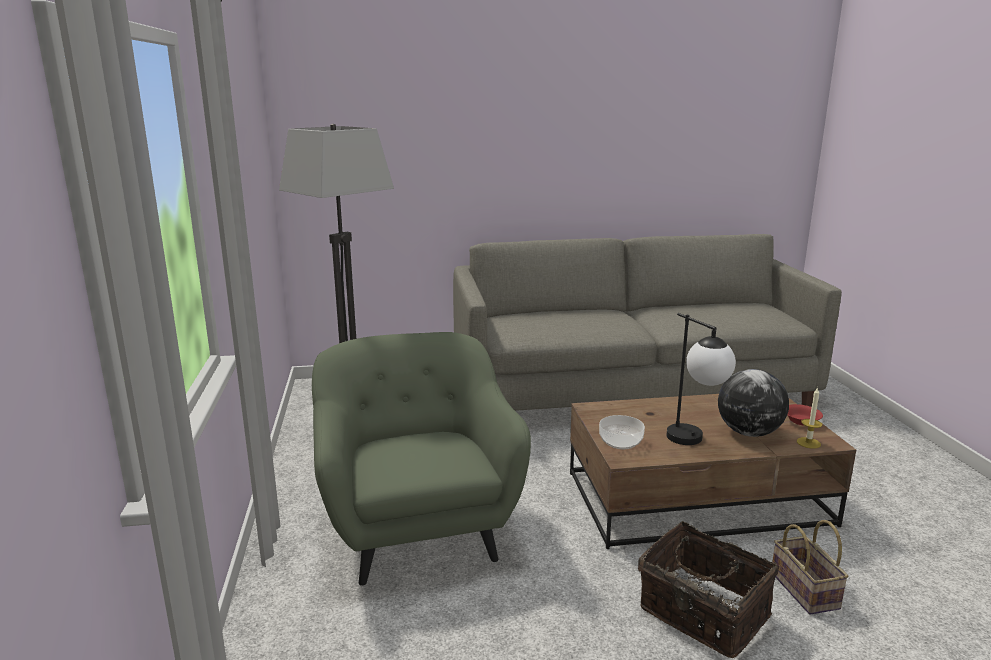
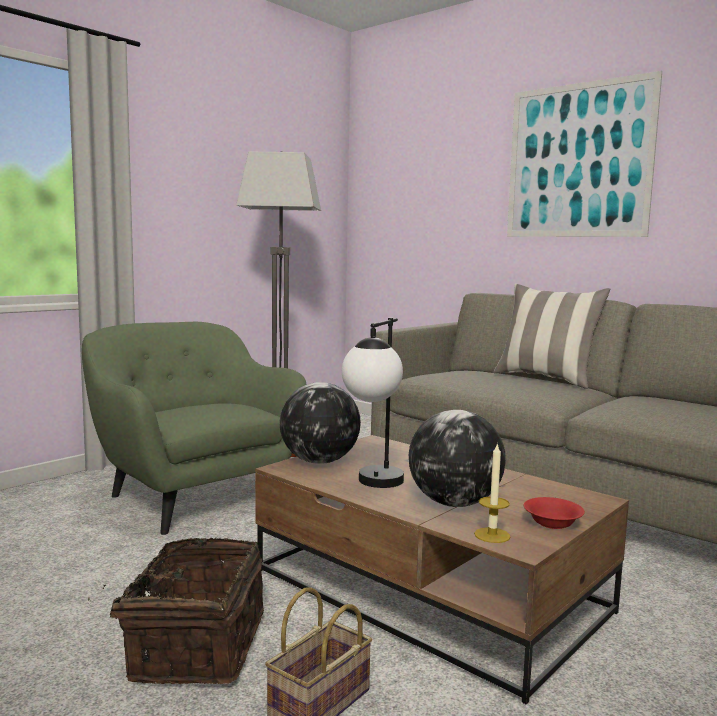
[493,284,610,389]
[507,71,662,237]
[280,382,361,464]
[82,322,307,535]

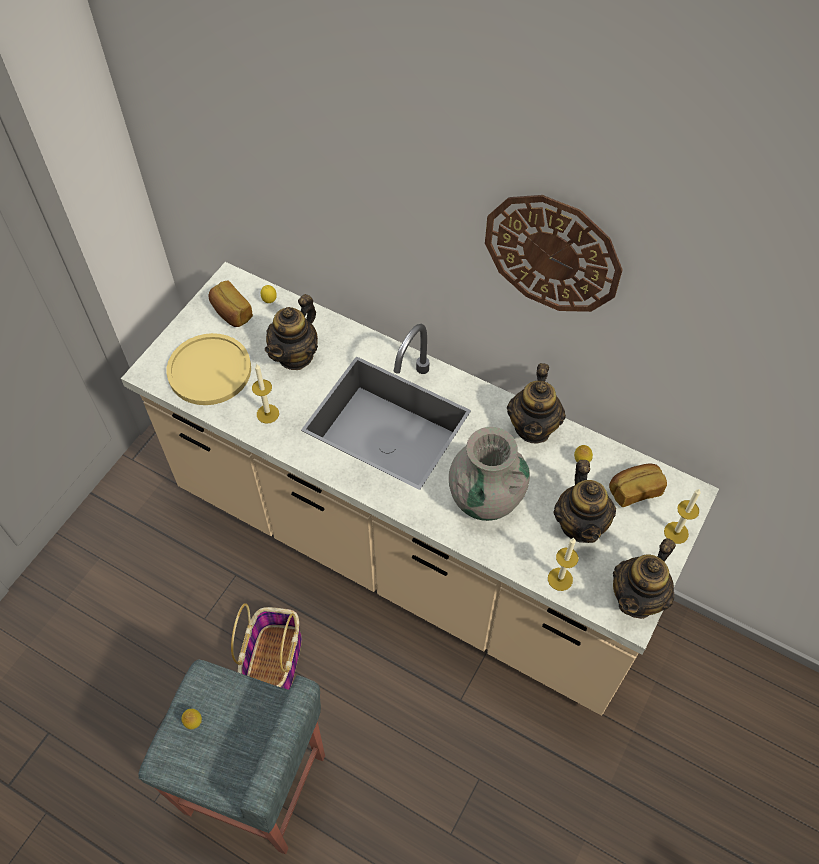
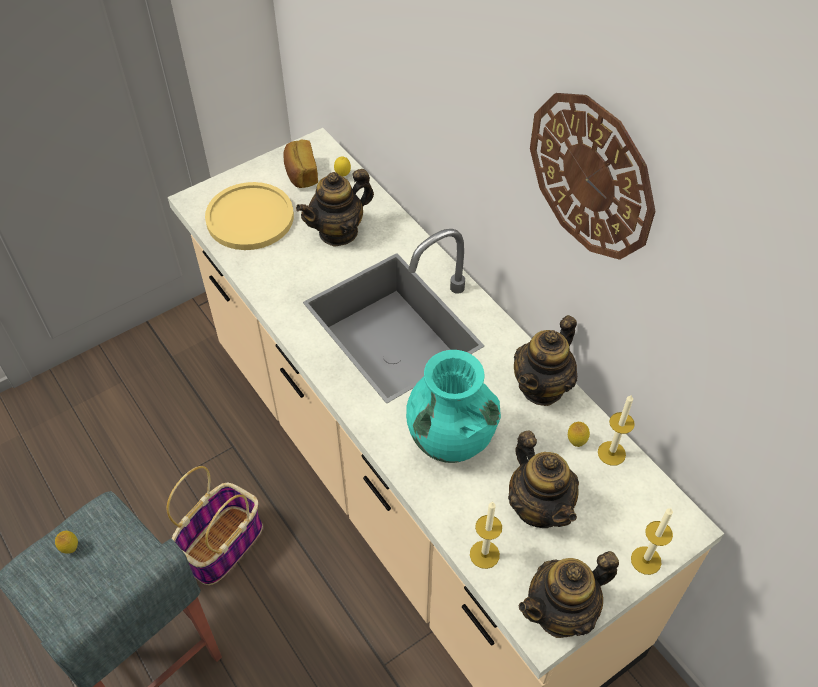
[609,464,667,507] (first image)
[598,394,635,466]
[406,350,501,463]
[508,431,579,528]

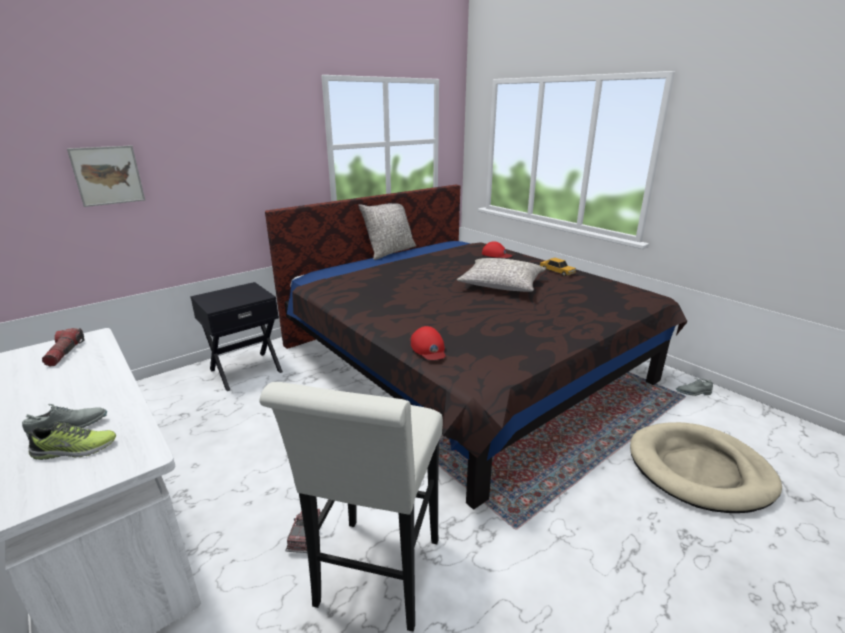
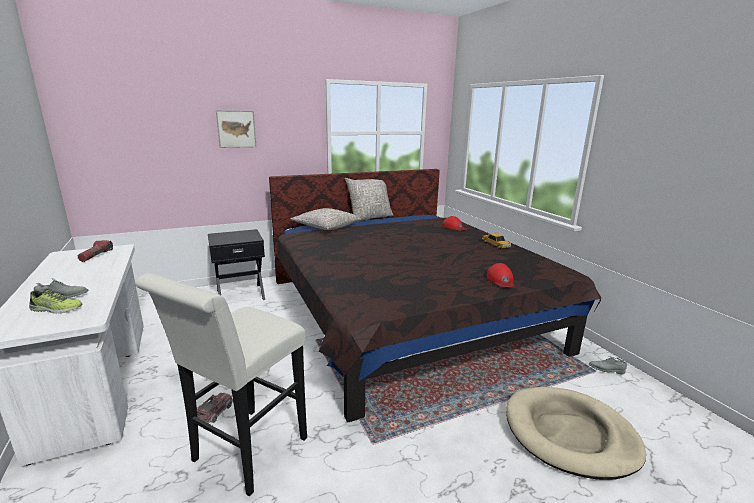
[216,110,257,148]
[487,263,514,287]
[291,208,361,230]

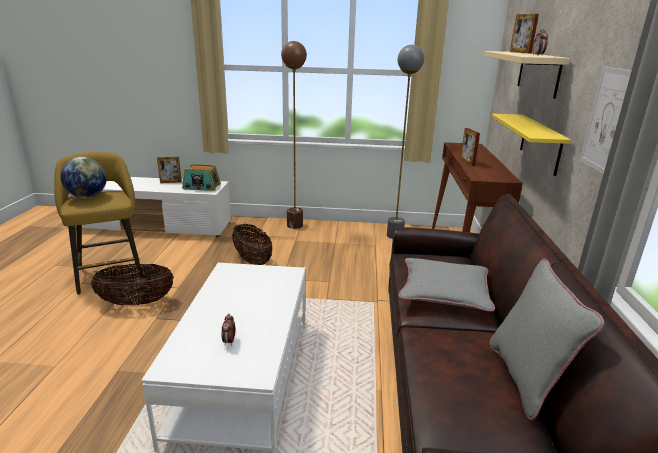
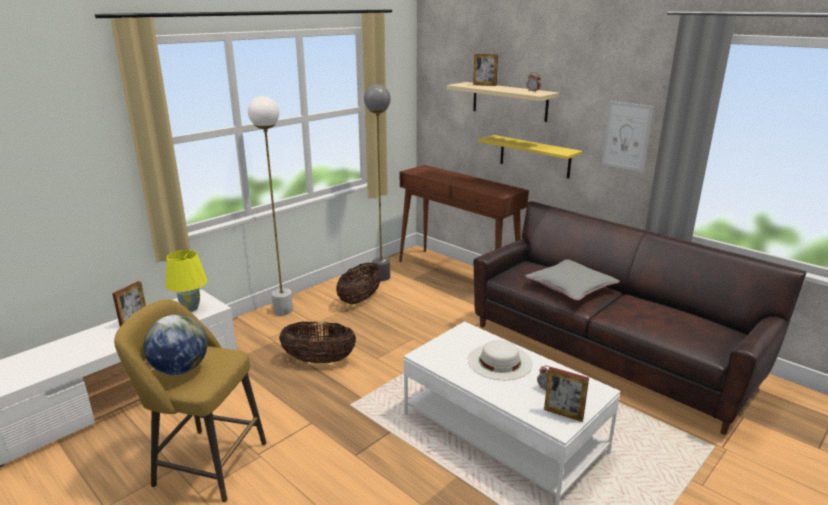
[489,258,605,420] (first image)
[468,340,533,380]
[336,262,382,304]
[544,367,589,422]
[165,250,207,312]
[248,96,293,316]

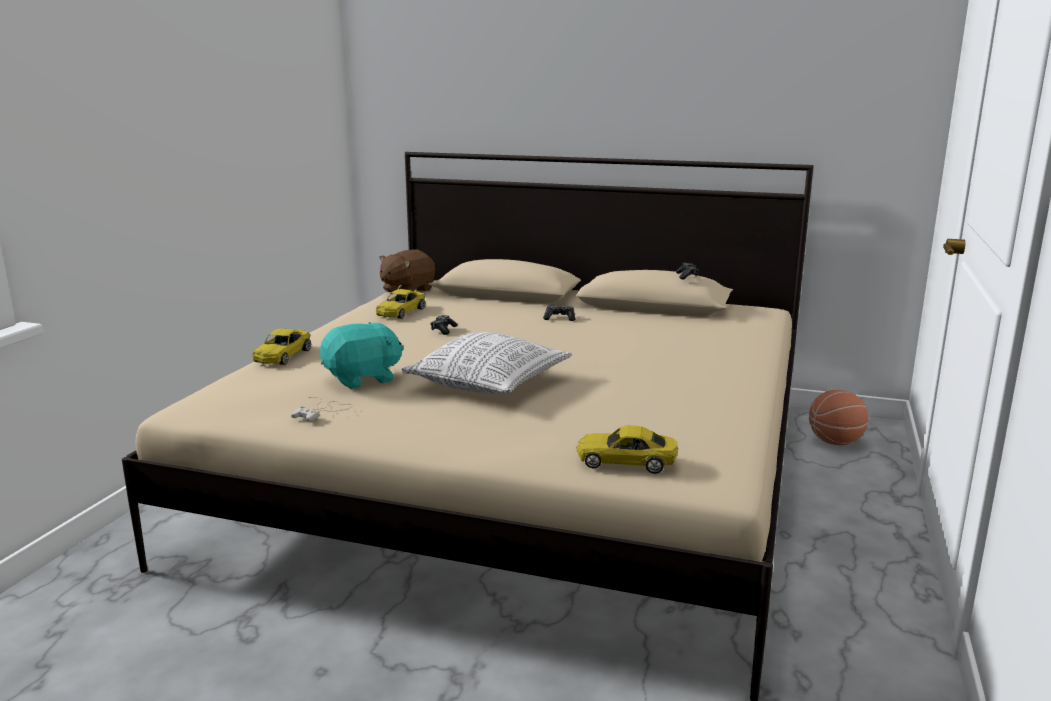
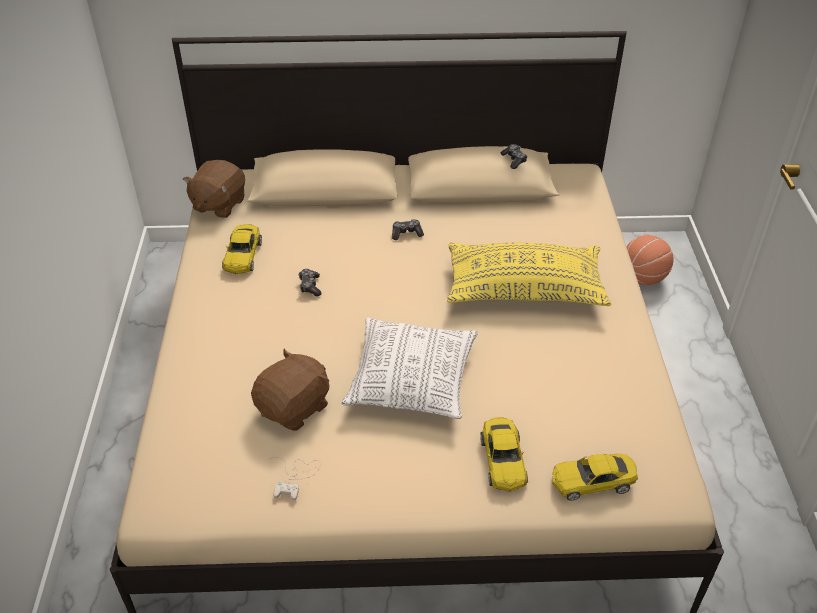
[447,243,611,306]
[480,417,528,492]
[251,349,329,431]

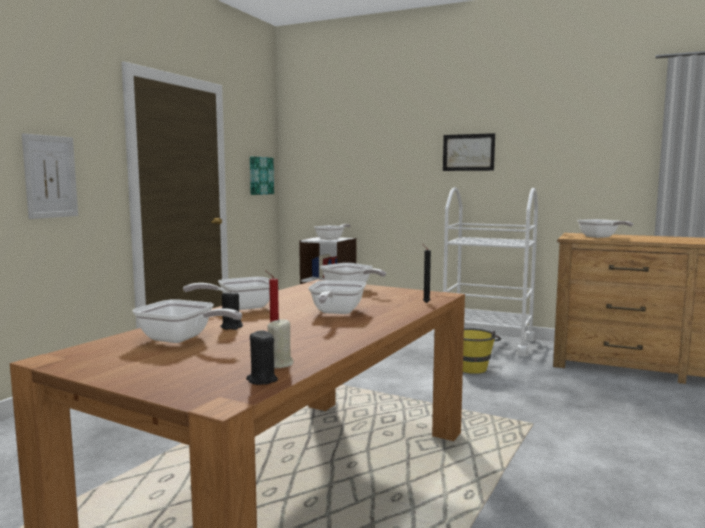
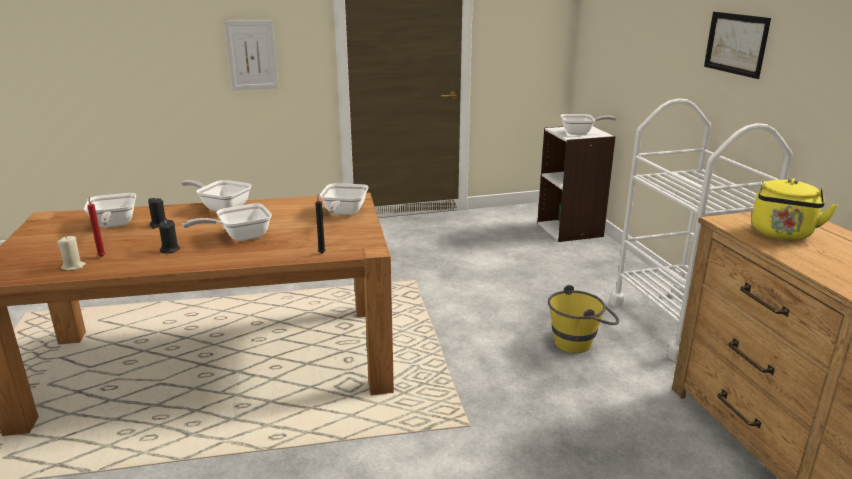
[250,156,274,195] (first image)
[159,220,180,253]
[752,178,838,240]

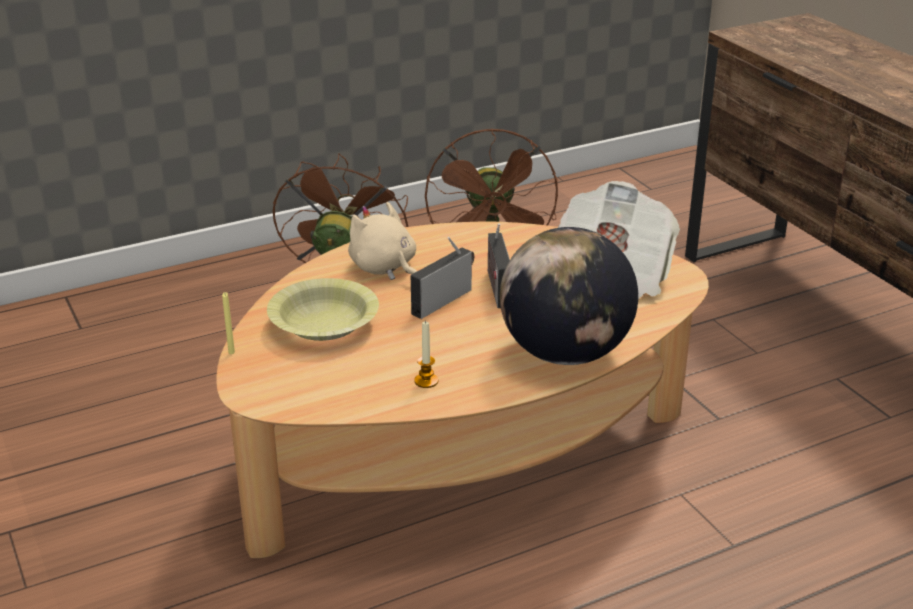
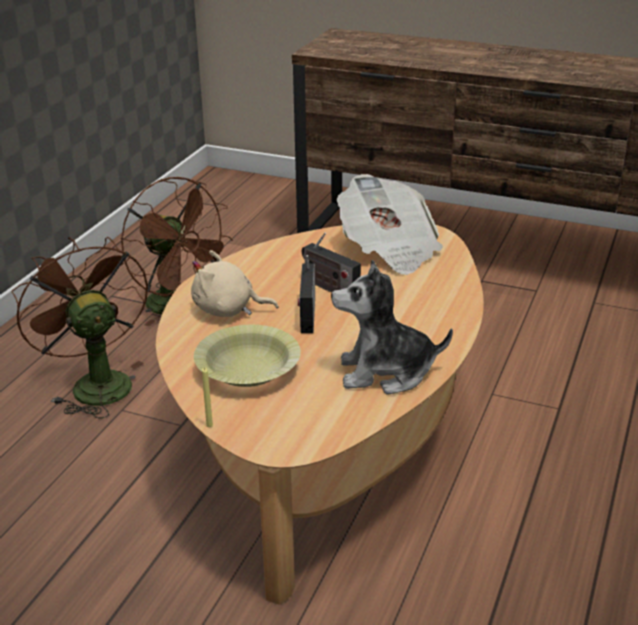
[500,227,638,365] (first image)
[331,260,453,394]

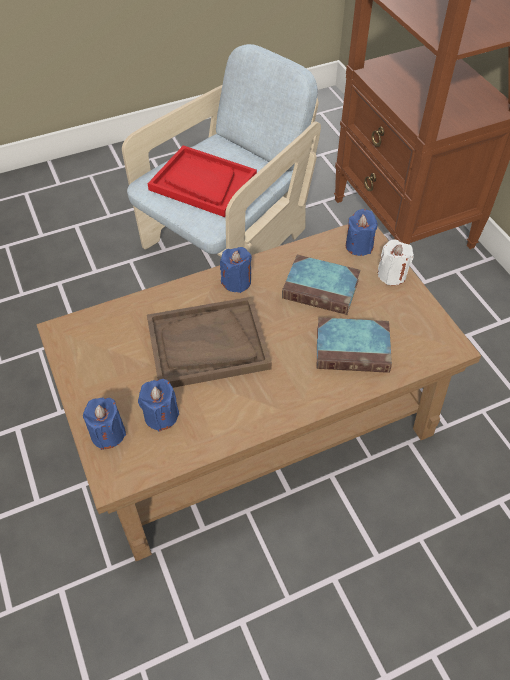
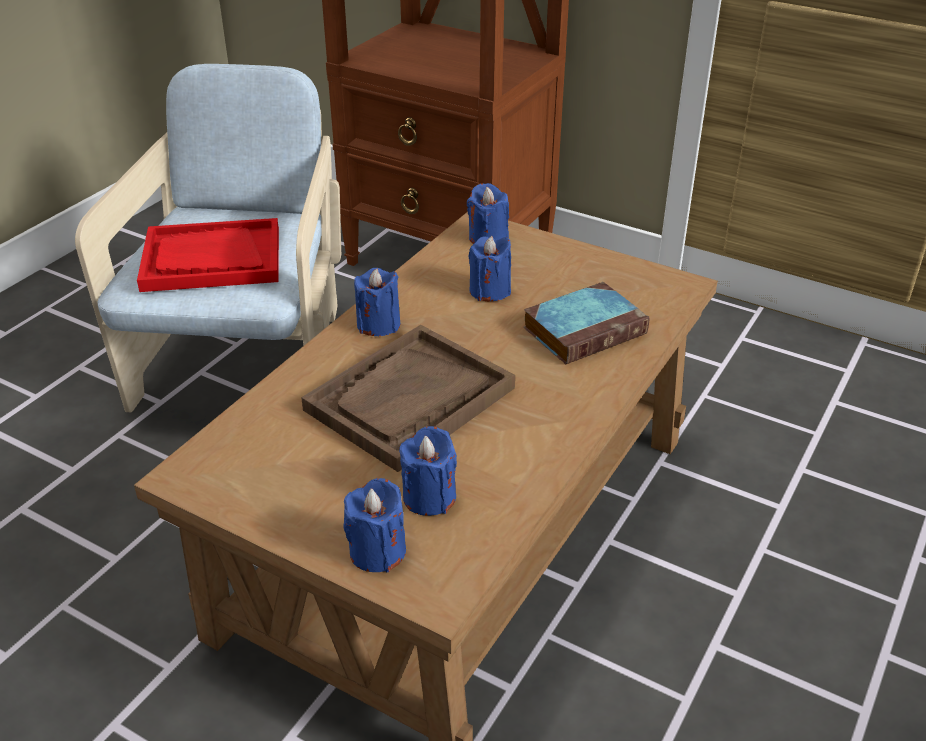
[378,240,414,285] (first image)
[469,236,511,301]

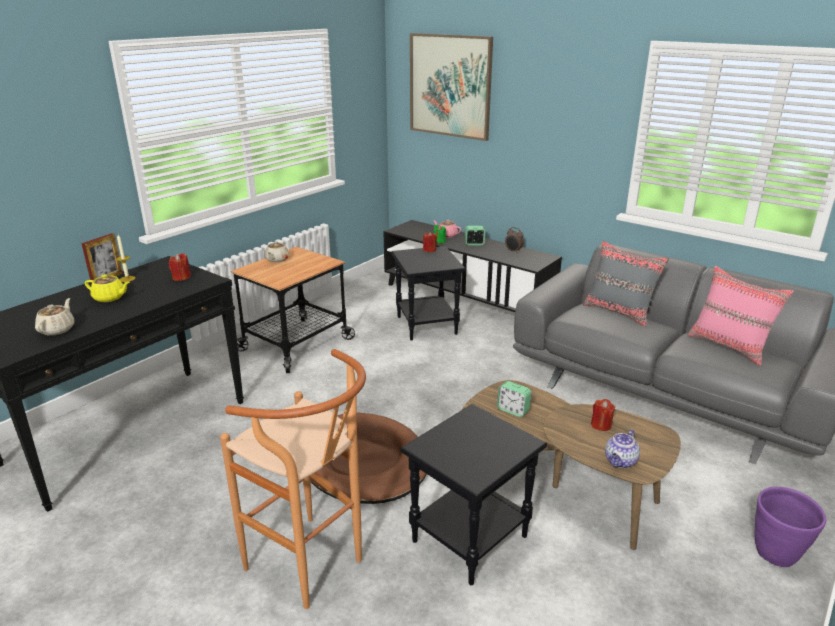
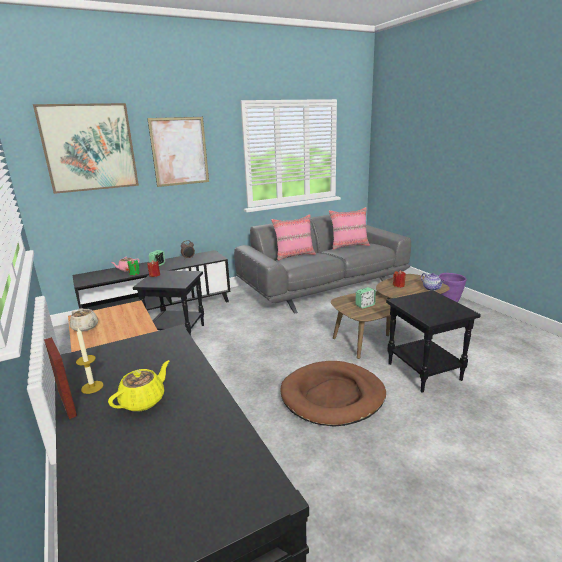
[35,298,74,336] (first image)
[169,253,191,281] (first image)
[220,349,366,609] (first image)
[147,117,209,187]
[271,214,316,261]

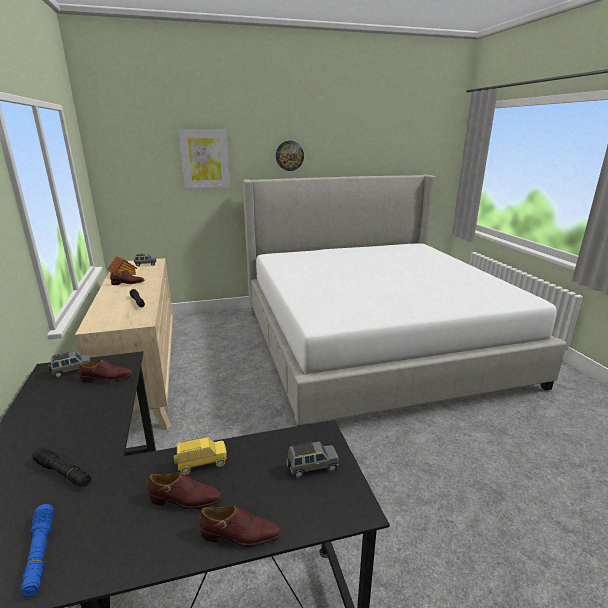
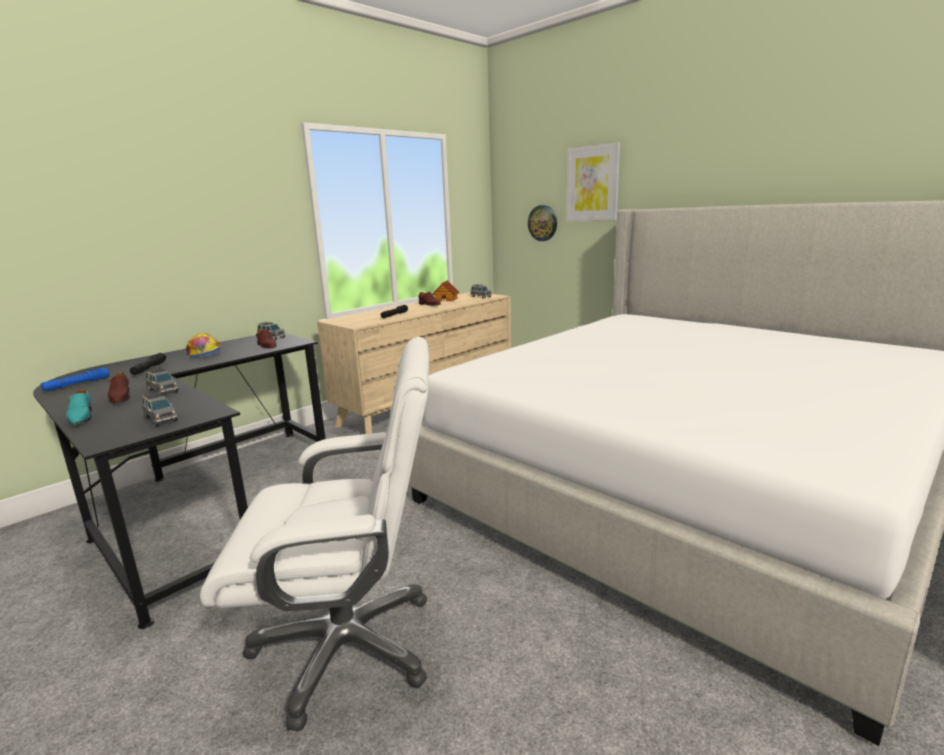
[186,333,221,359]
[200,337,429,732]
[528,205,557,241]
[146,367,178,394]
[66,389,92,425]

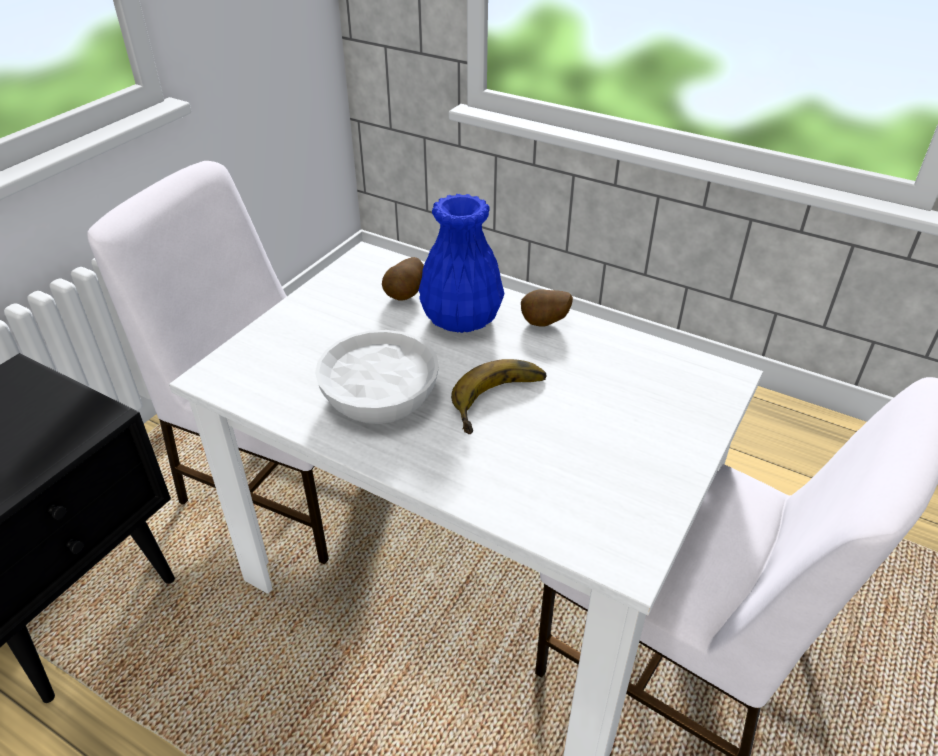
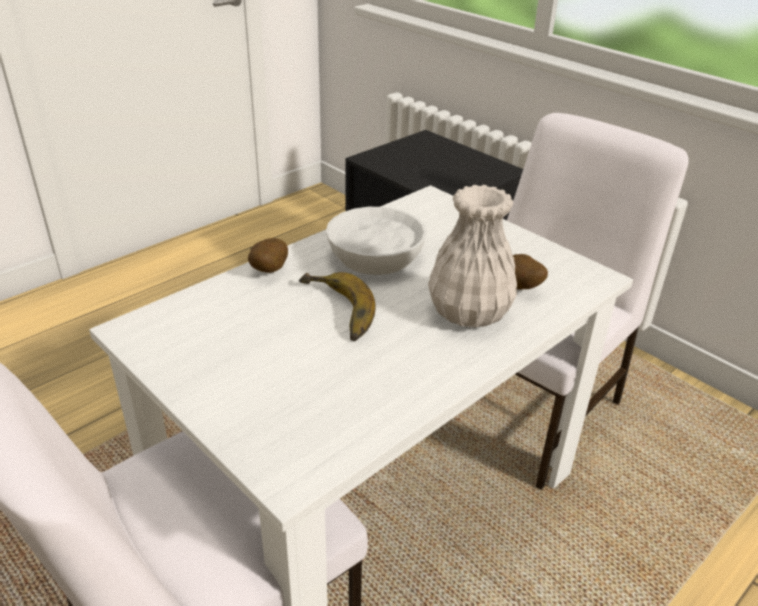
[248,238,288,273]
[428,185,517,328]

